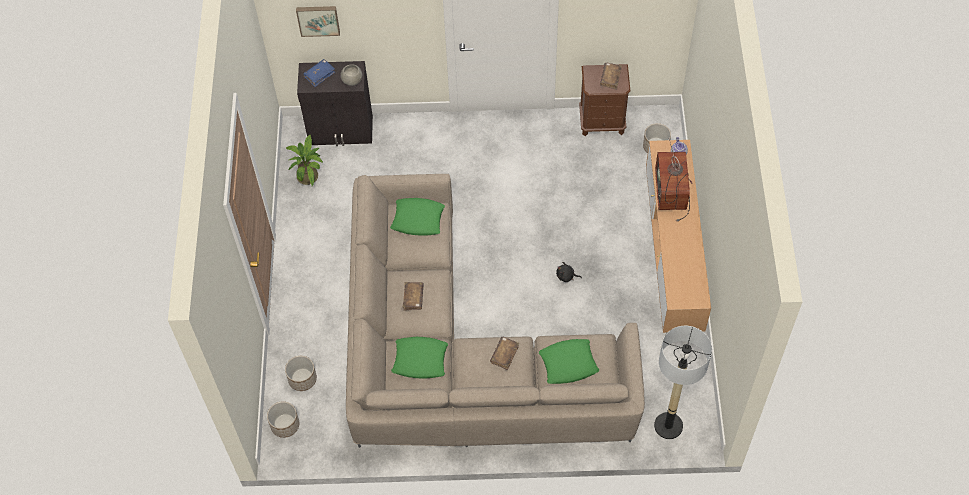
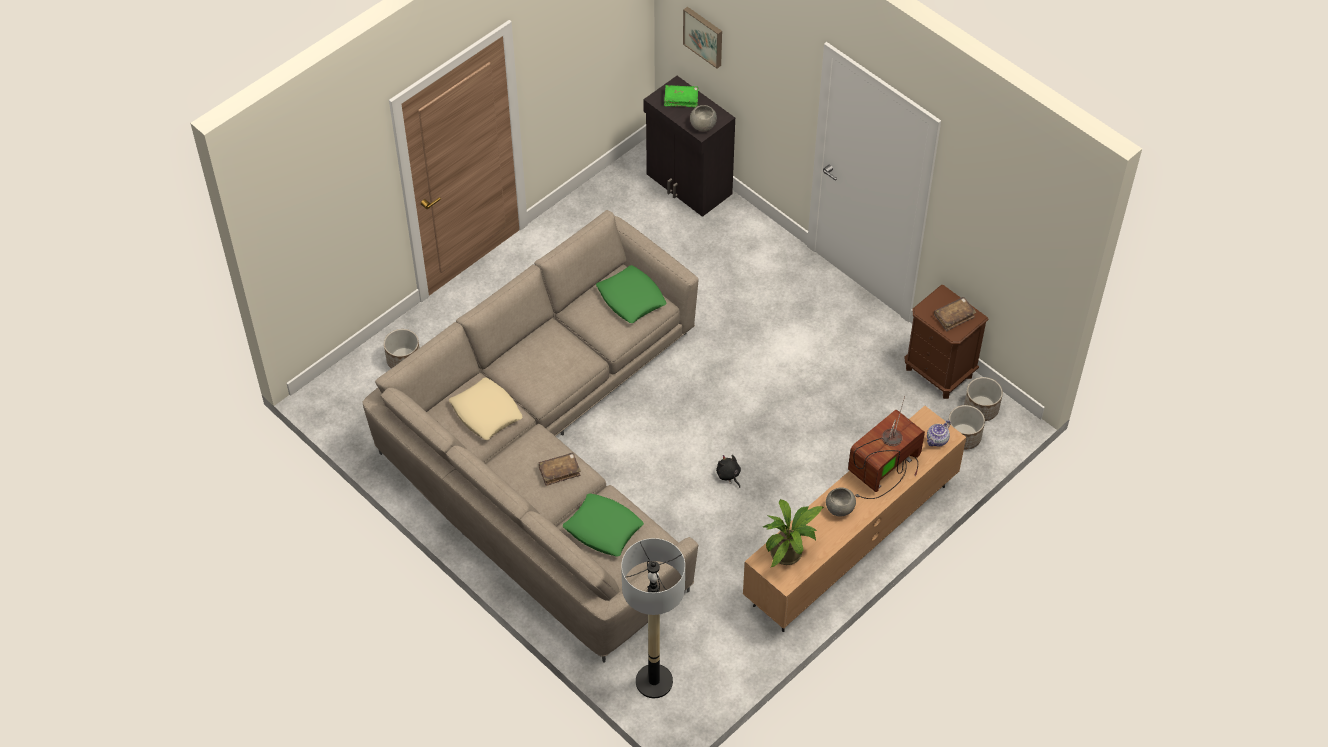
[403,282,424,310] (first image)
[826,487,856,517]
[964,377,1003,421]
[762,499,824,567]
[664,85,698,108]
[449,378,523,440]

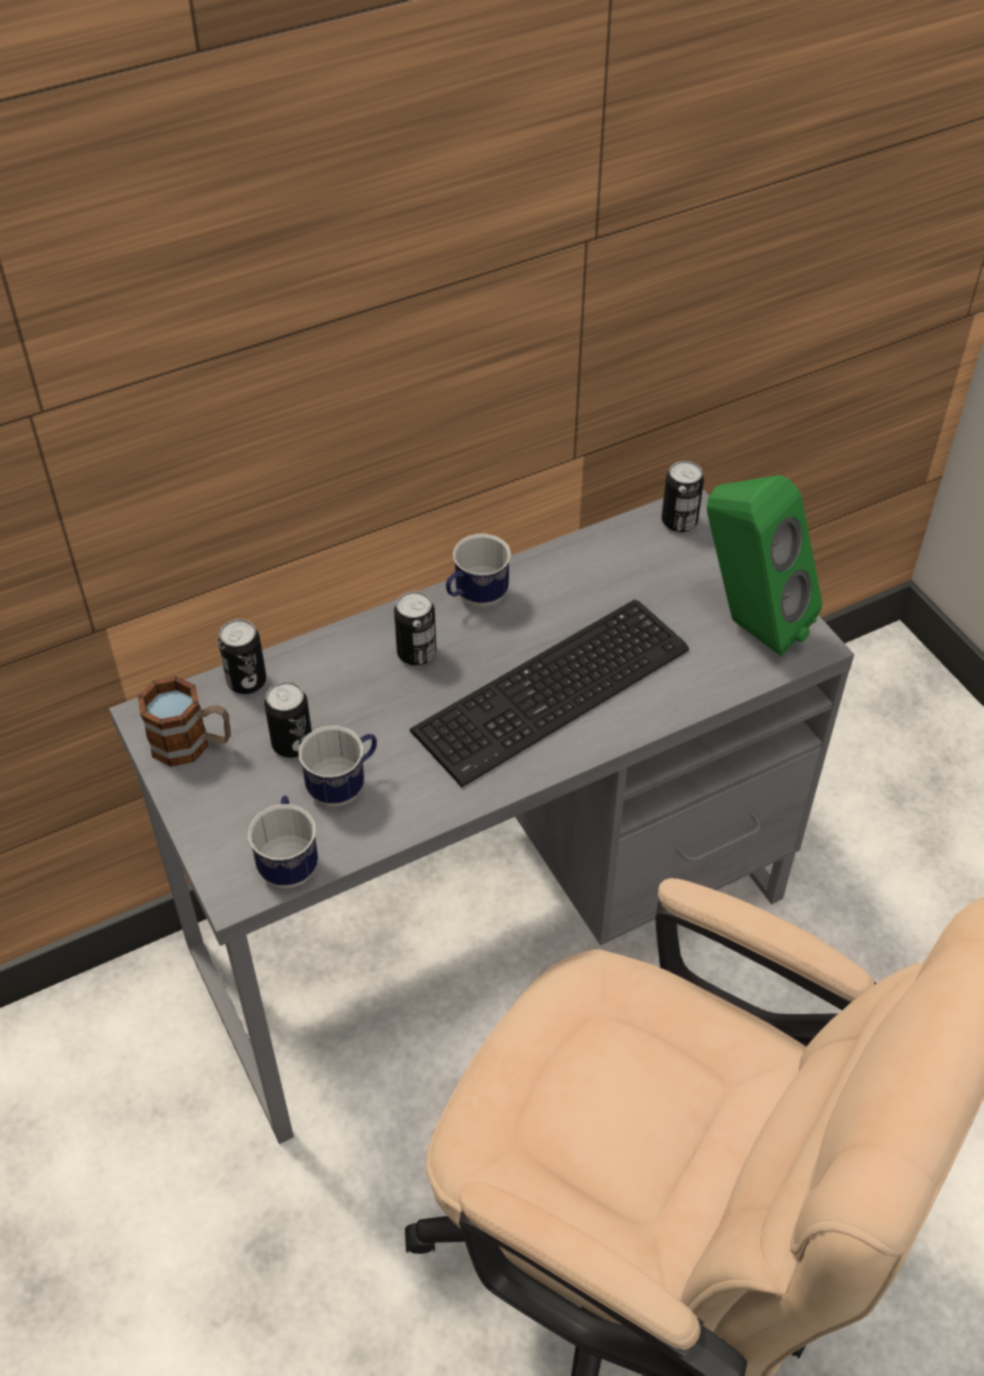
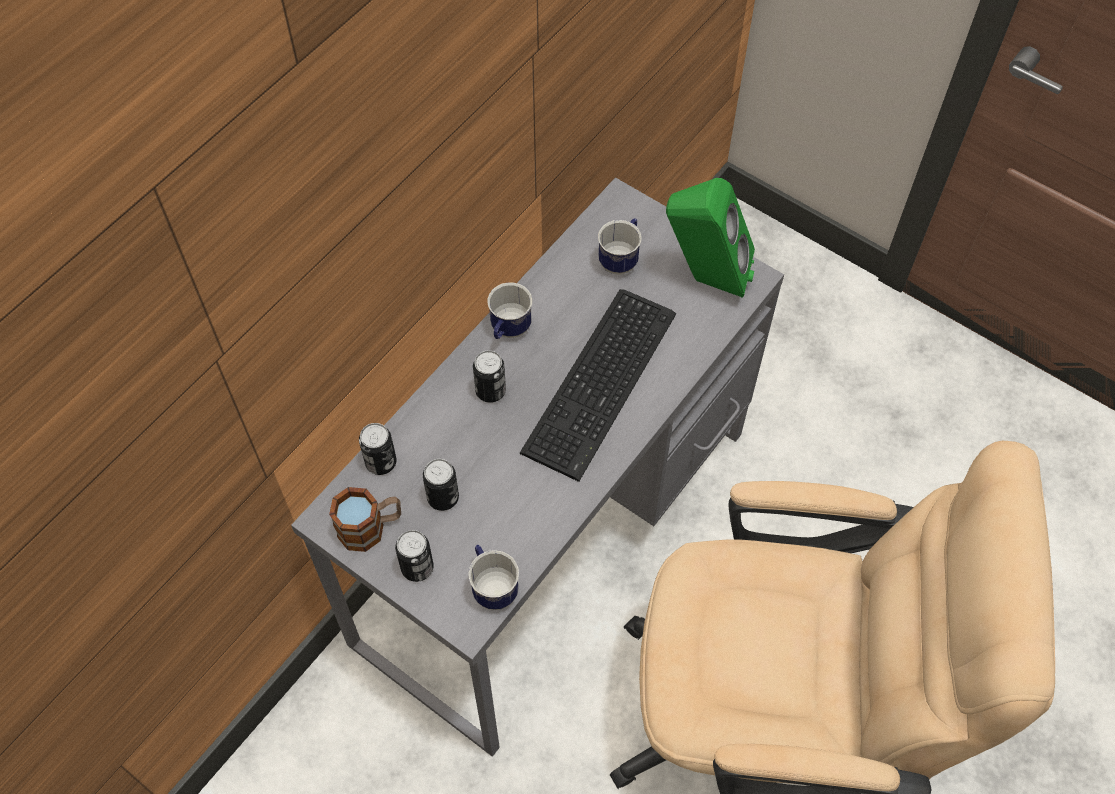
[598,218,642,275]
[395,530,434,582]

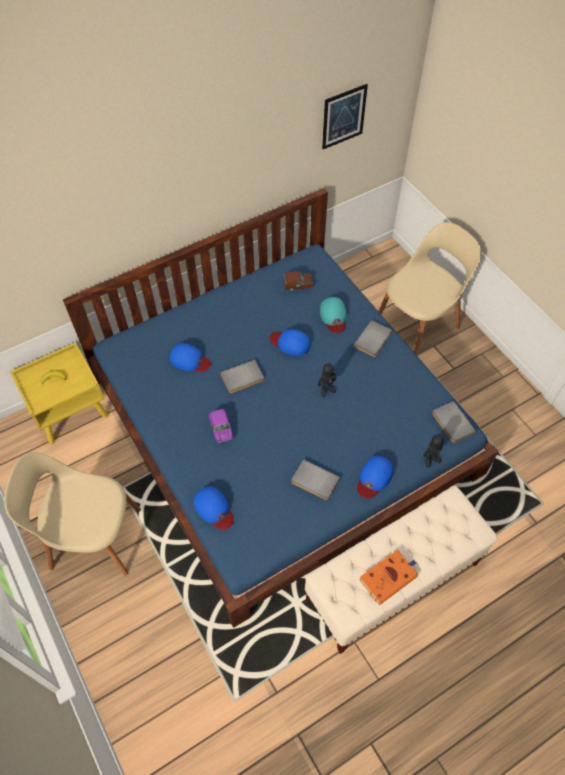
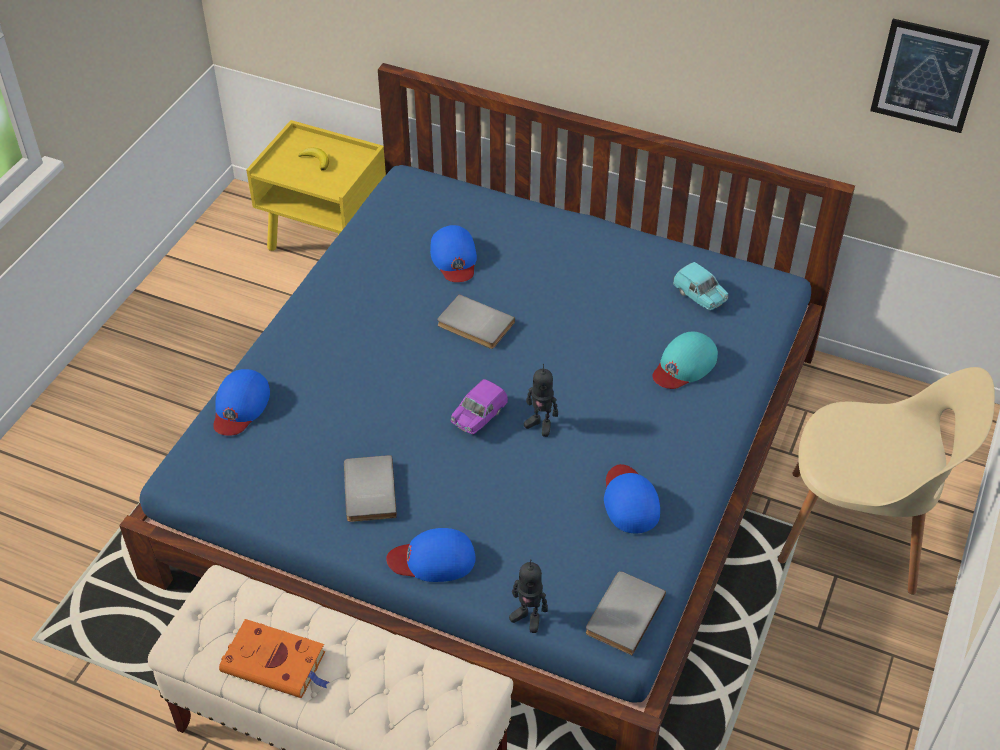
[4,452,141,575] (first image)
[353,320,392,357] (first image)
[450,379,508,434]
[604,464,660,533]
[673,262,728,310]

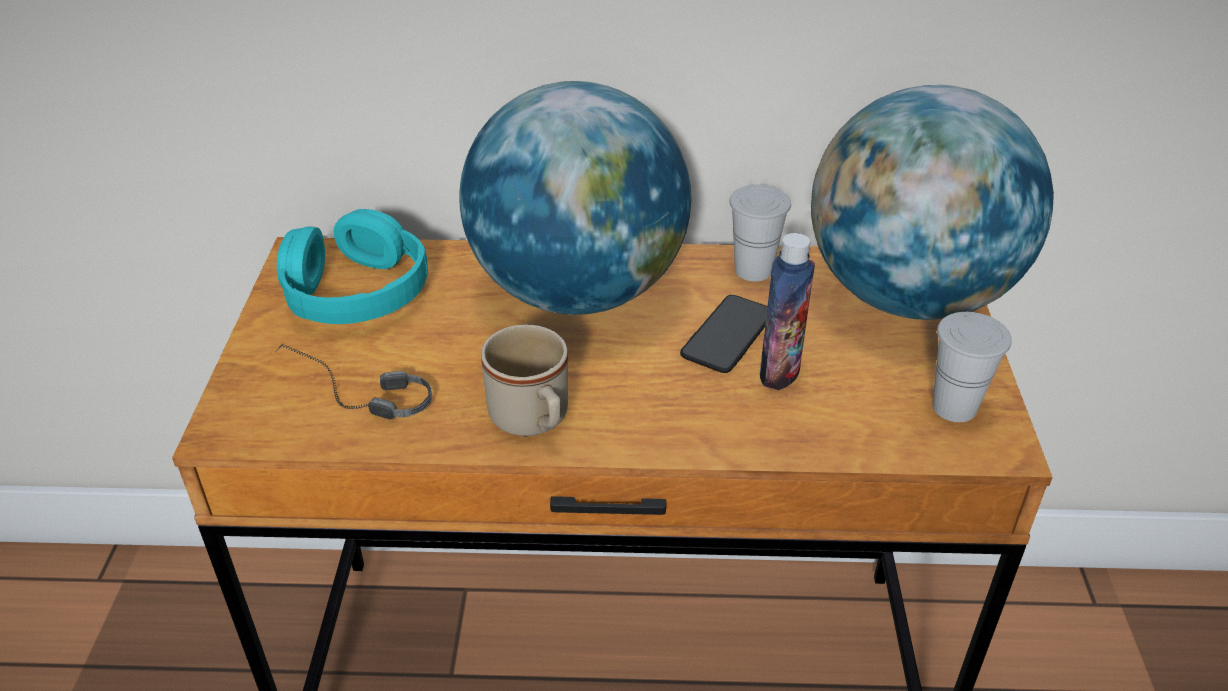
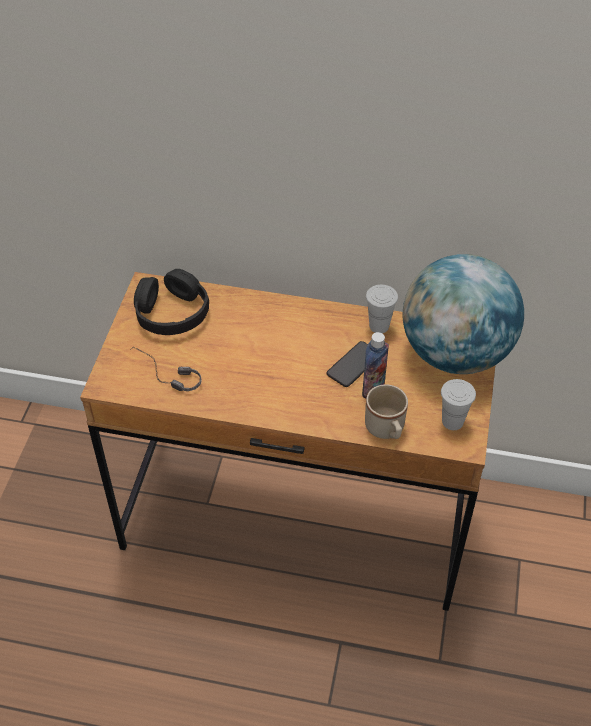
[459,81,691,315] (first image)
[365,384,408,439]
[134,269,209,335]

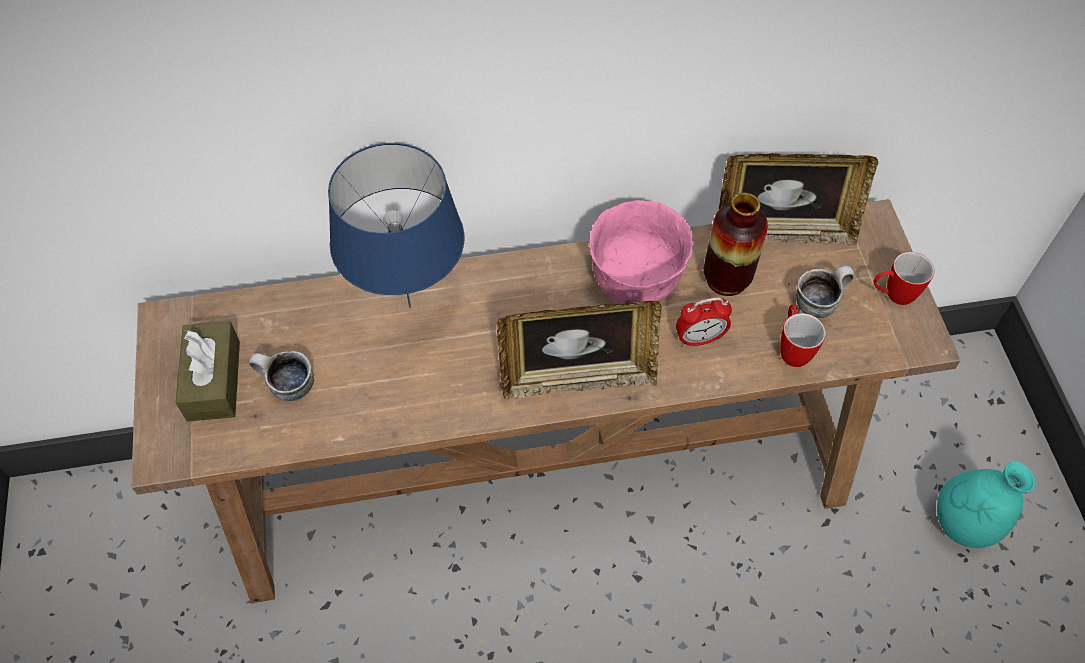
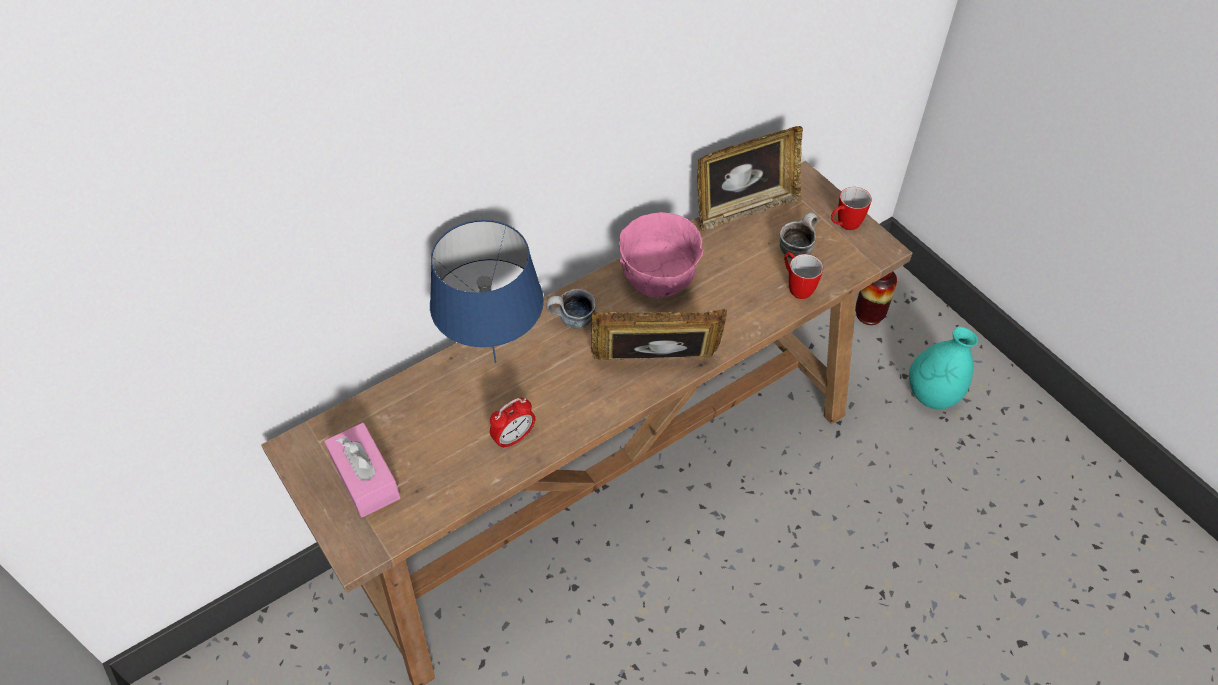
[546,289,596,329]
[490,398,535,450]
[855,272,897,325]
[324,423,401,517]
[591,309,727,361]

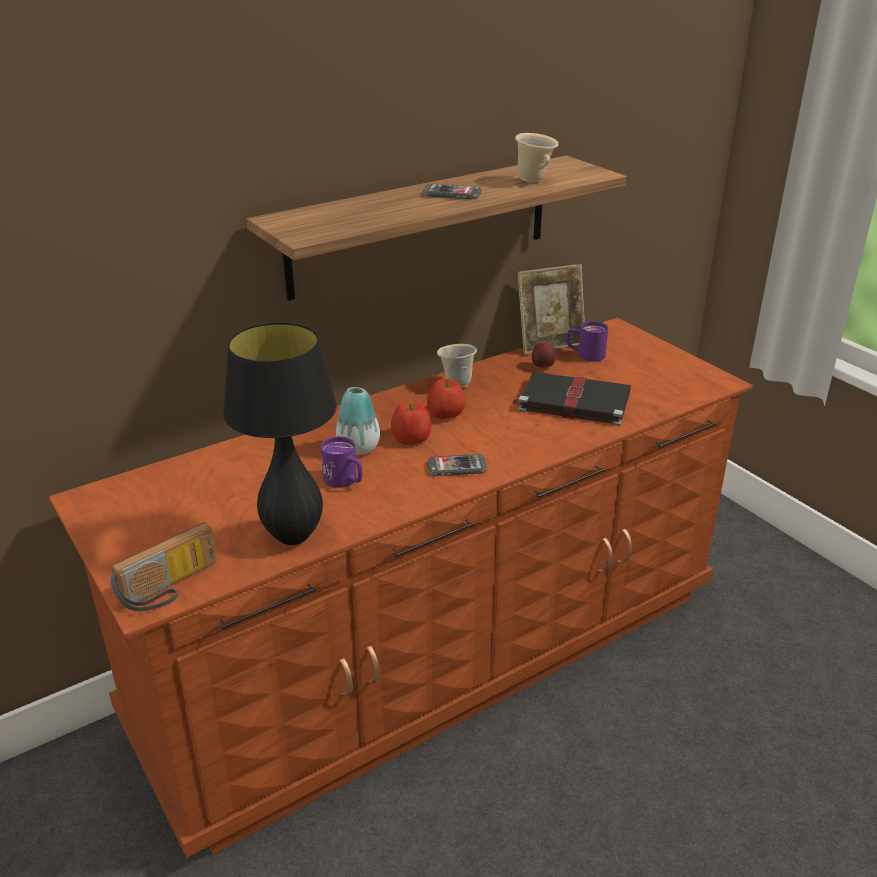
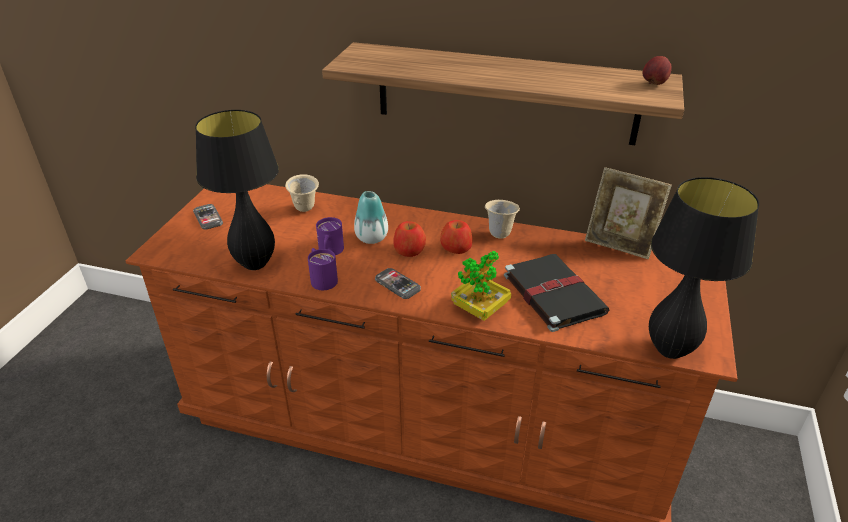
[111,522,217,611] (first image)
[451,250,511,321]
[649,177,759,359]
[193,204,223,230]
[285,174,319,212]
[643,56,672,85]
[308,248,338,290]

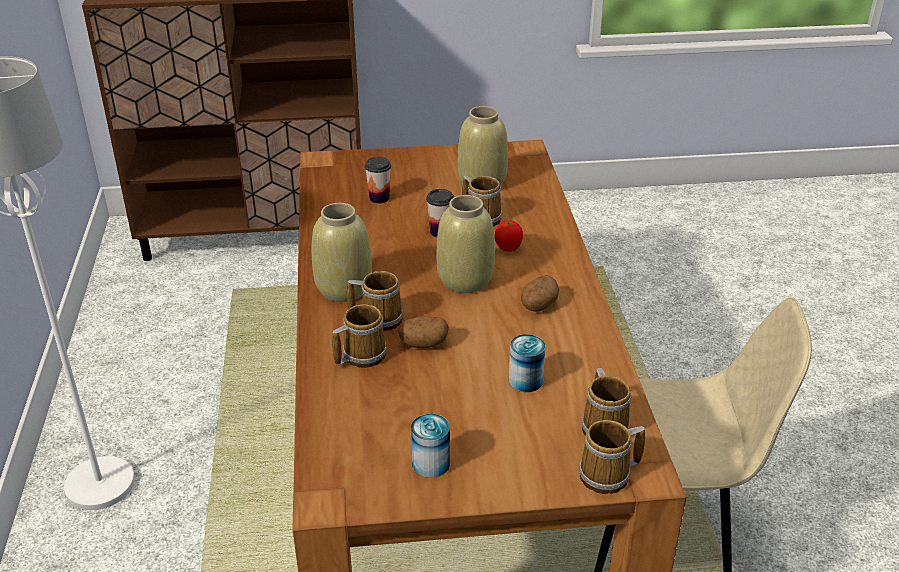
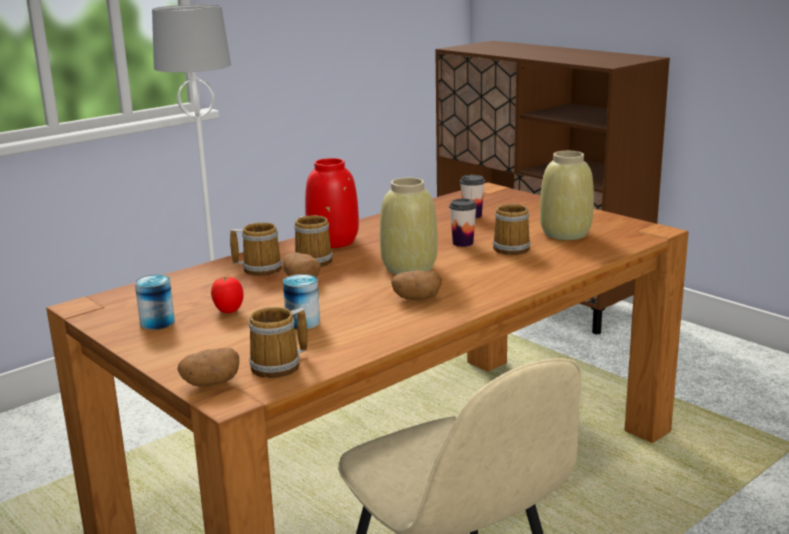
[211,276,244,313]
[177,348,239,387]
[305,158,359,248]

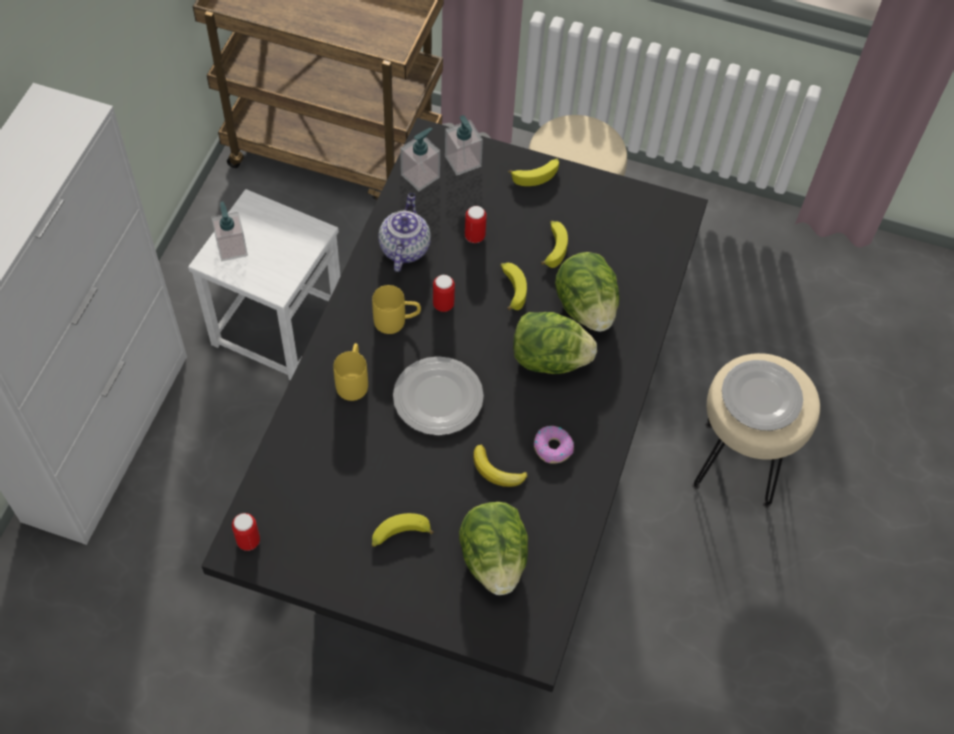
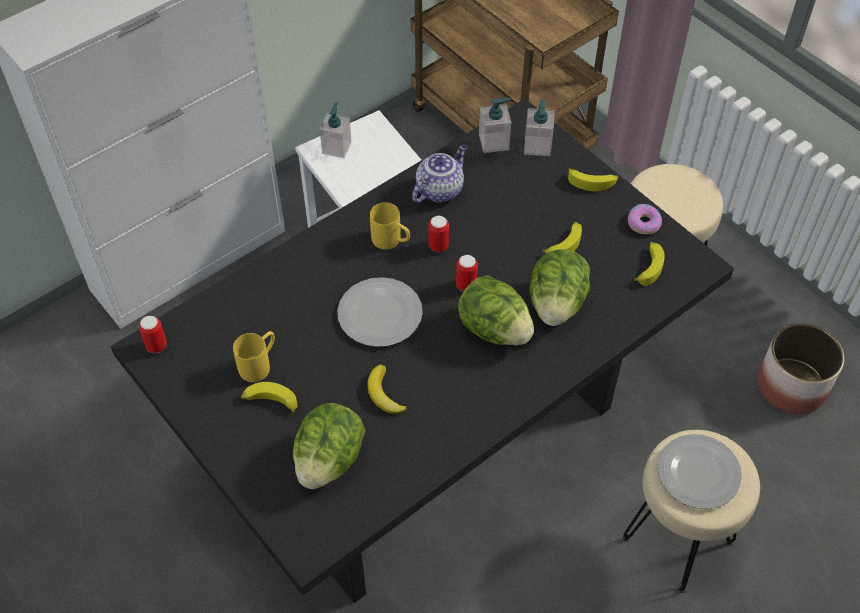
[757,323,844,414]
[233,331,275,382]
[456,255,478,292]
[634,242,665,286]
[628,204,662,234]

